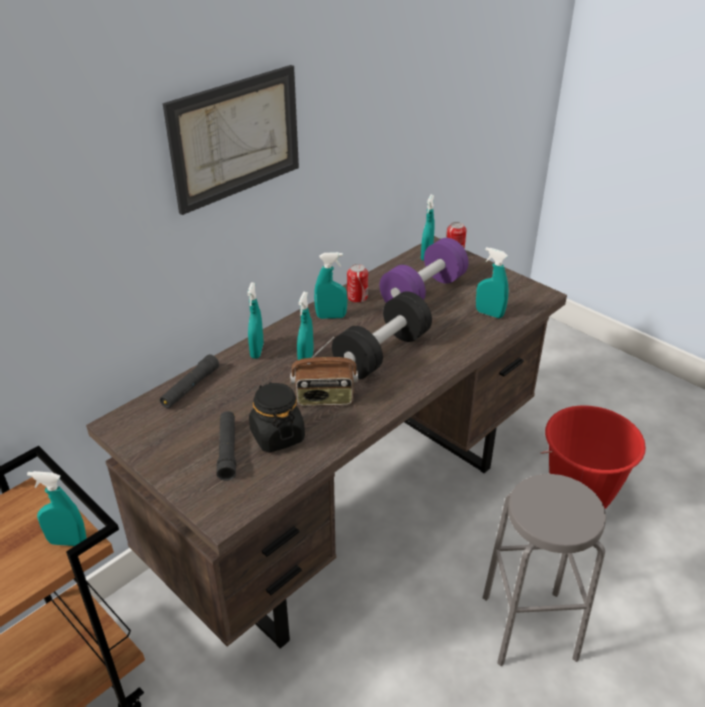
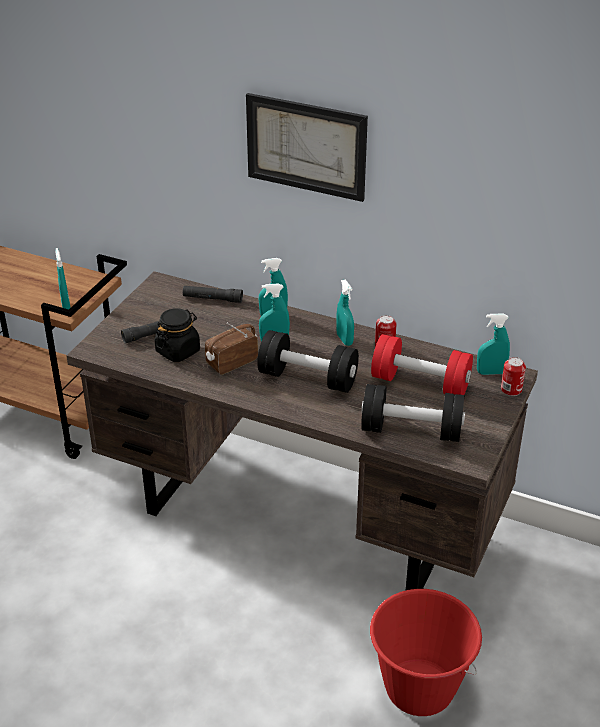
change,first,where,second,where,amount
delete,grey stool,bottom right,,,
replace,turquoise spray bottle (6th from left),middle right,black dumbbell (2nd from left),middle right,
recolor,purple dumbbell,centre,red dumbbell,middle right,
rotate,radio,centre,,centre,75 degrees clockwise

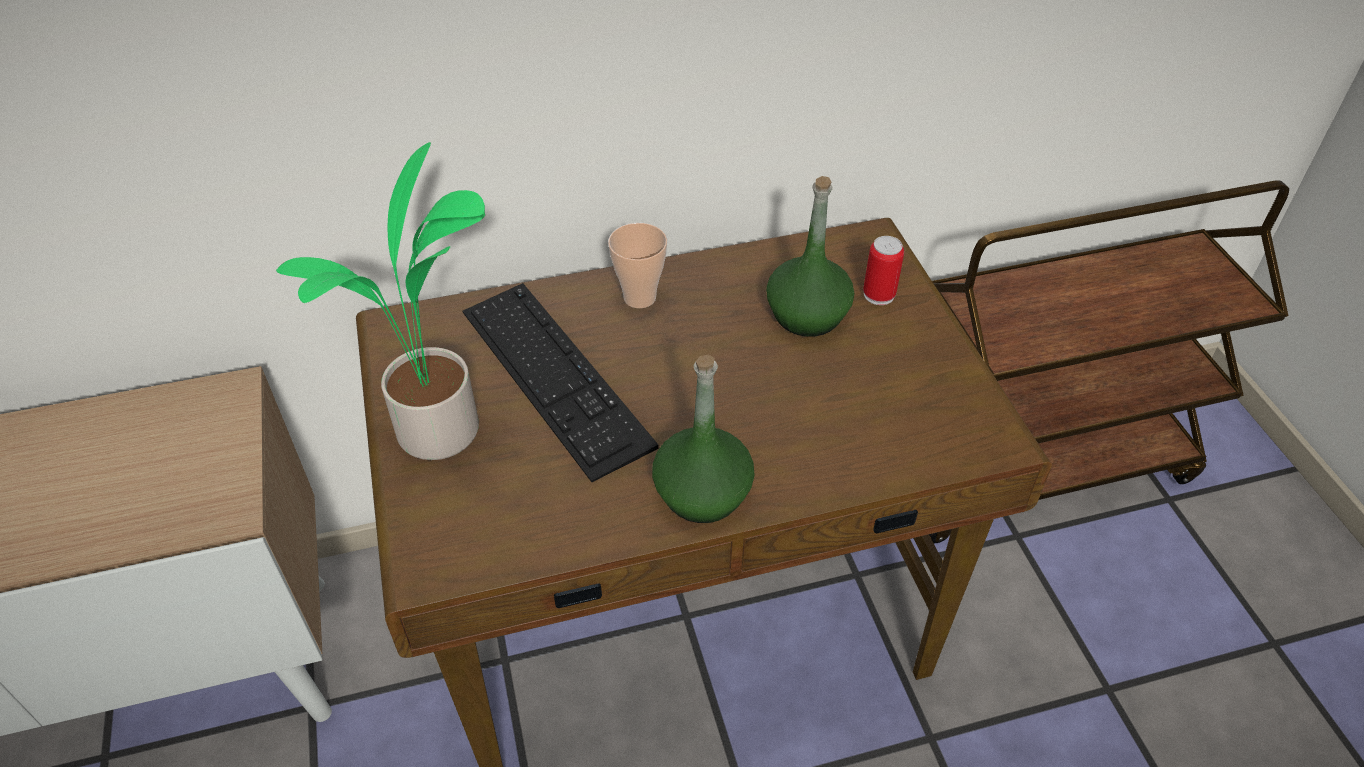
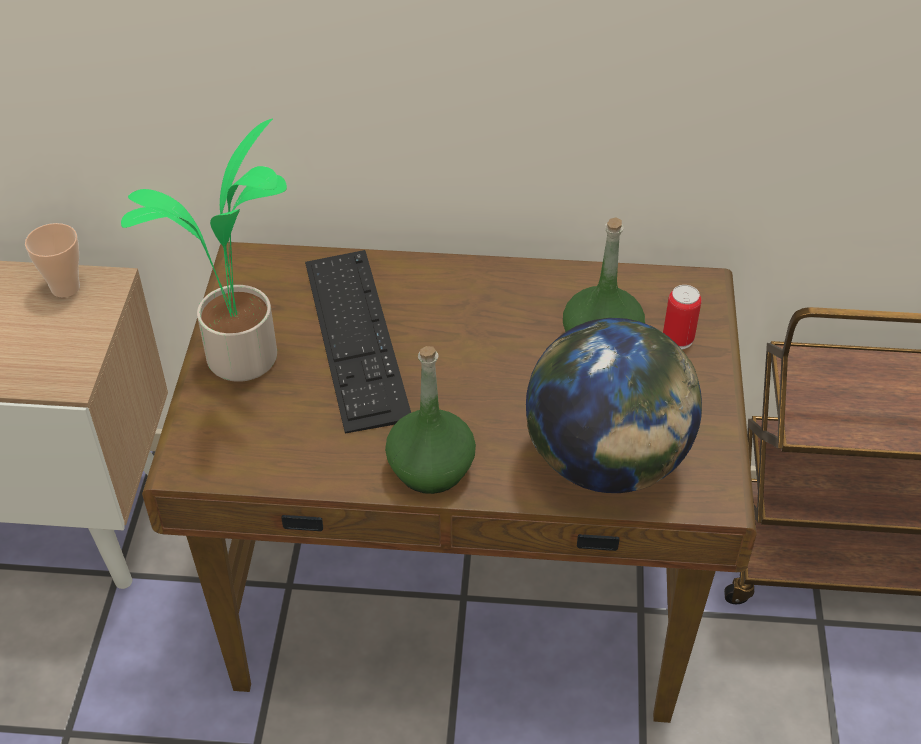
change,first,where,second,where,amount
insert,,,globe,middle right,
move,cup,centre,,middle left,

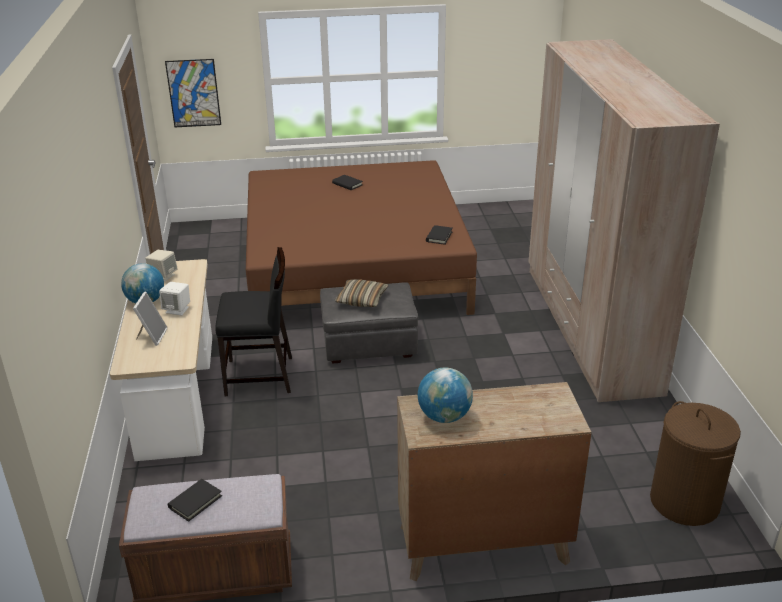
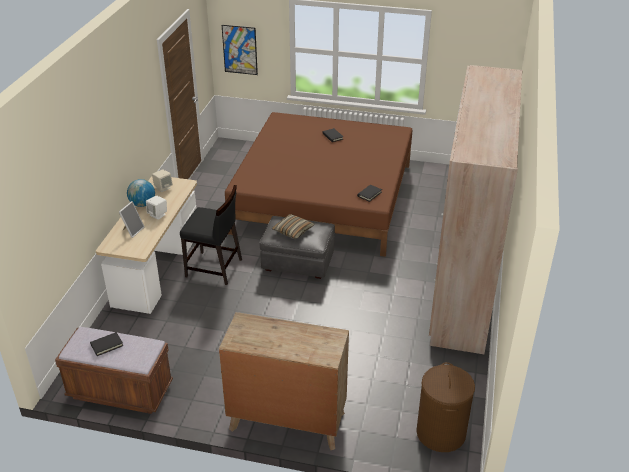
change,first,where,second,where,amount
delete,globe (2nd from left),centre,,,

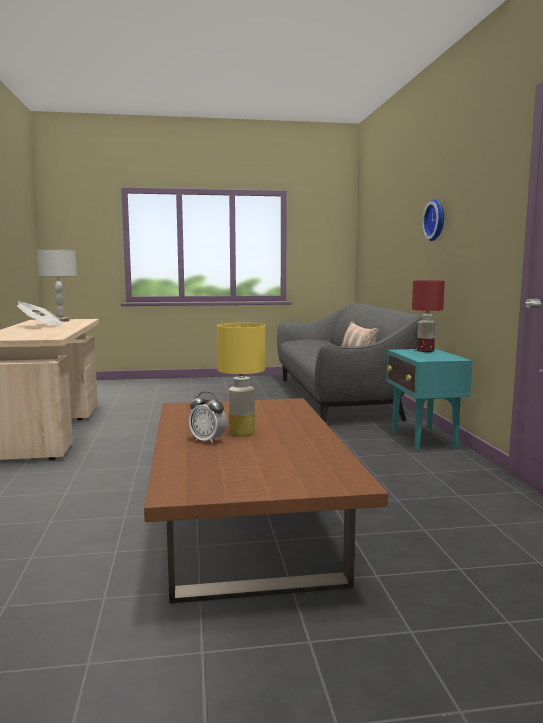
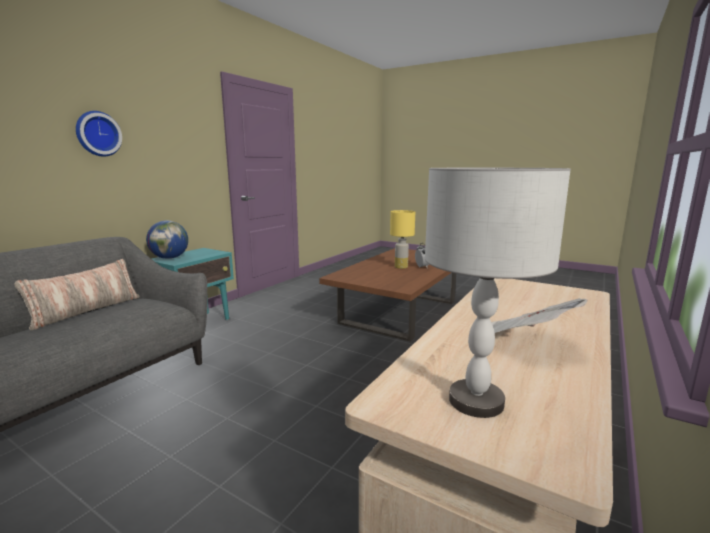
change,first,where,second,where,amount
replace,red table lamp,middle right,globe,middle left,

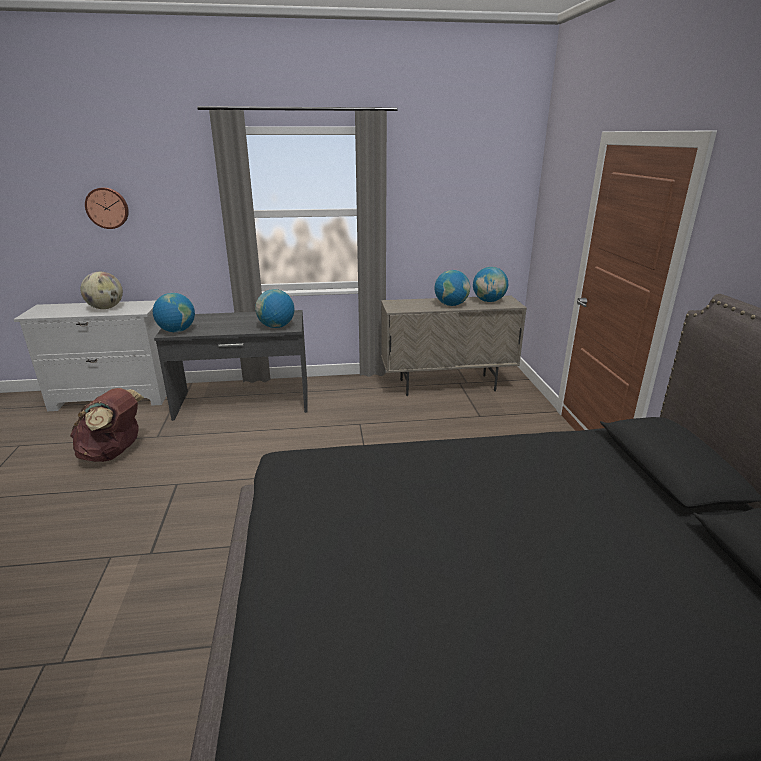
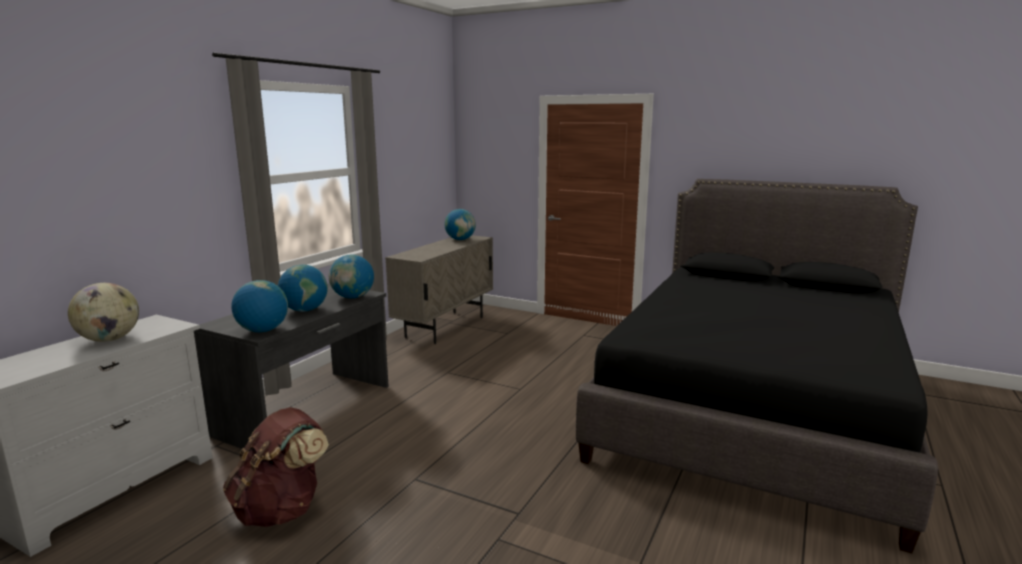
change,first,where,second,where,amount
delete,wall clock,top left,,,
move,globe (4th from left in the first image),centre,globe (3rd from left),middle left,

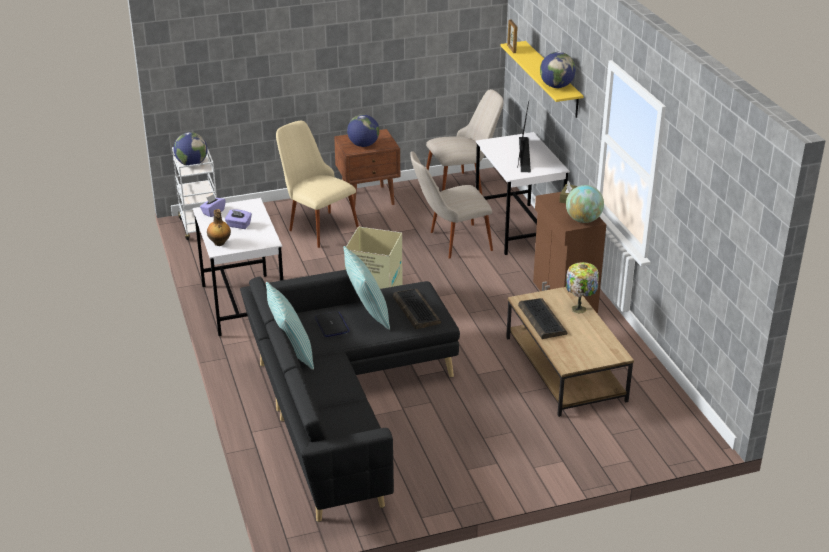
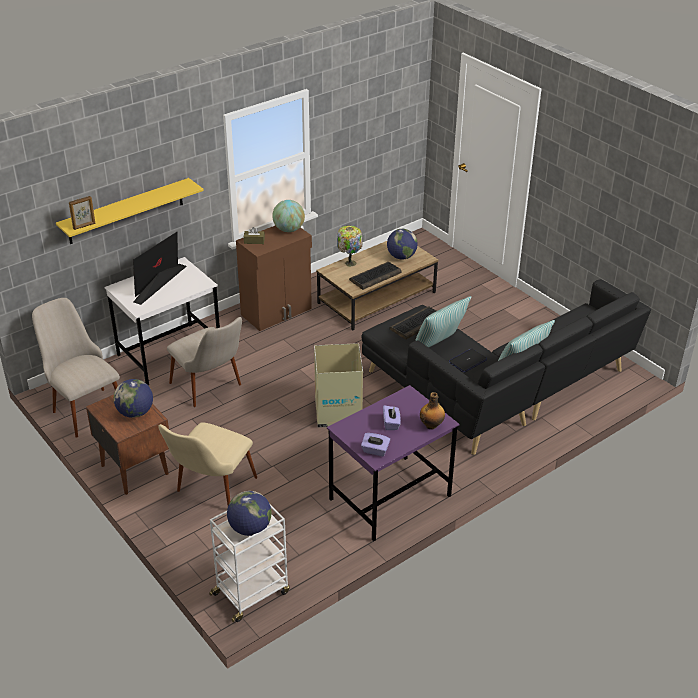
change,first,where,second,where,amount
move,globe (3rd from left in the first image),top right,globe (4th from left),centre,
recolor,white desk (1st from left),middle left,purple desk,centre,
rotate,monitor,top centre,,middle left,135 degrees clockwise

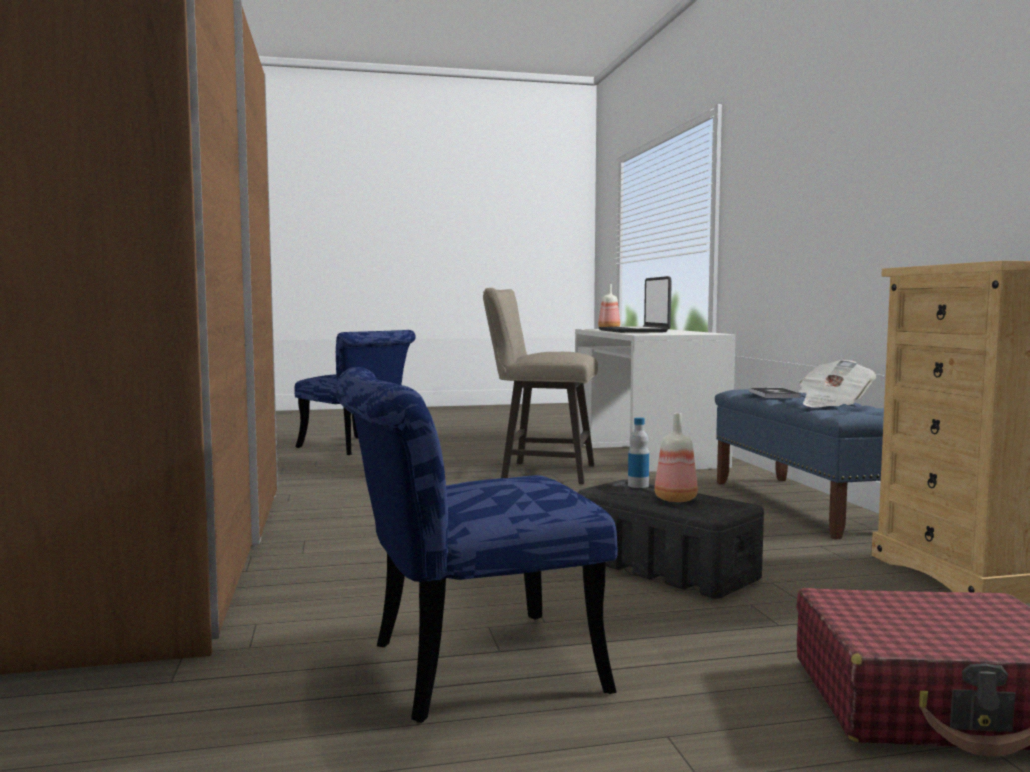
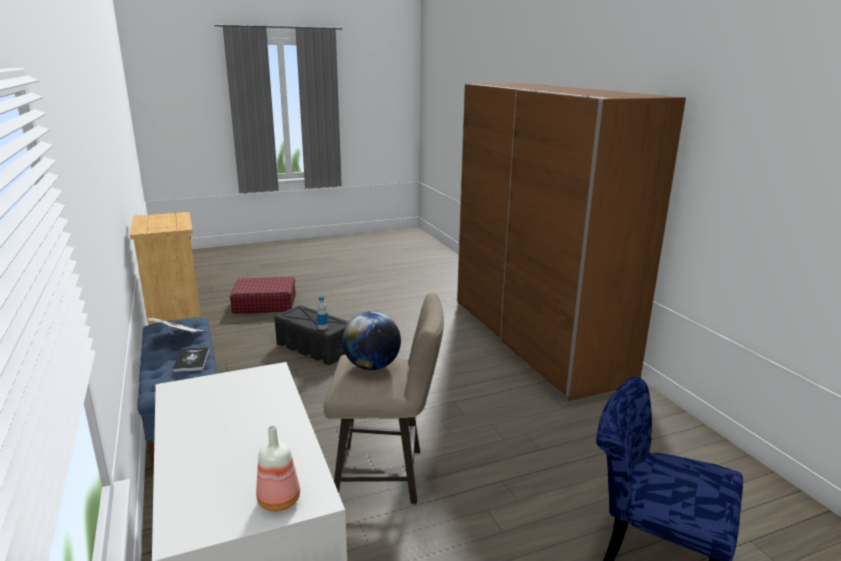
change,first,where,second,where,amount
delete,blue chair (2nd from left),bottom centre,,,
delete,laptop,centre,,,
delete,bottle (3rd from left),centre,,,
insert,,,globe,centre,

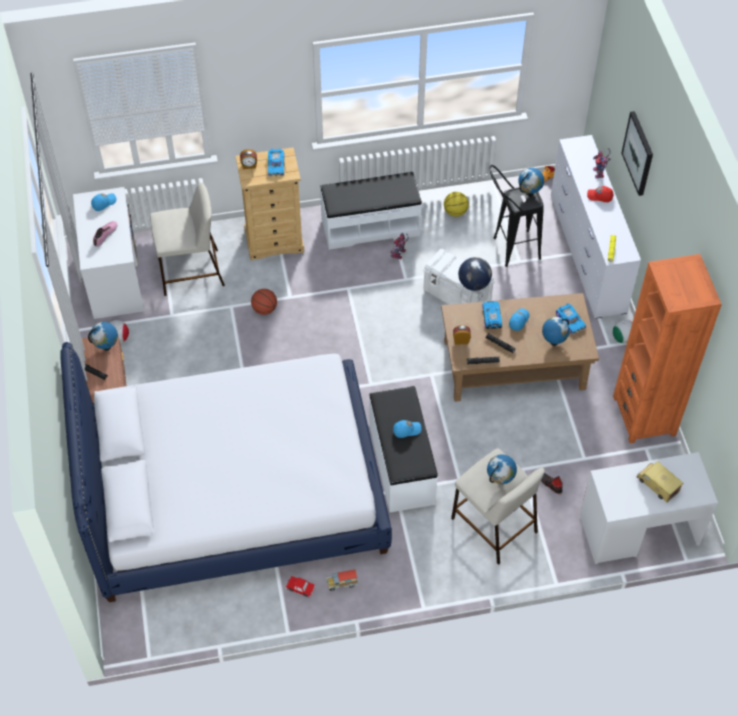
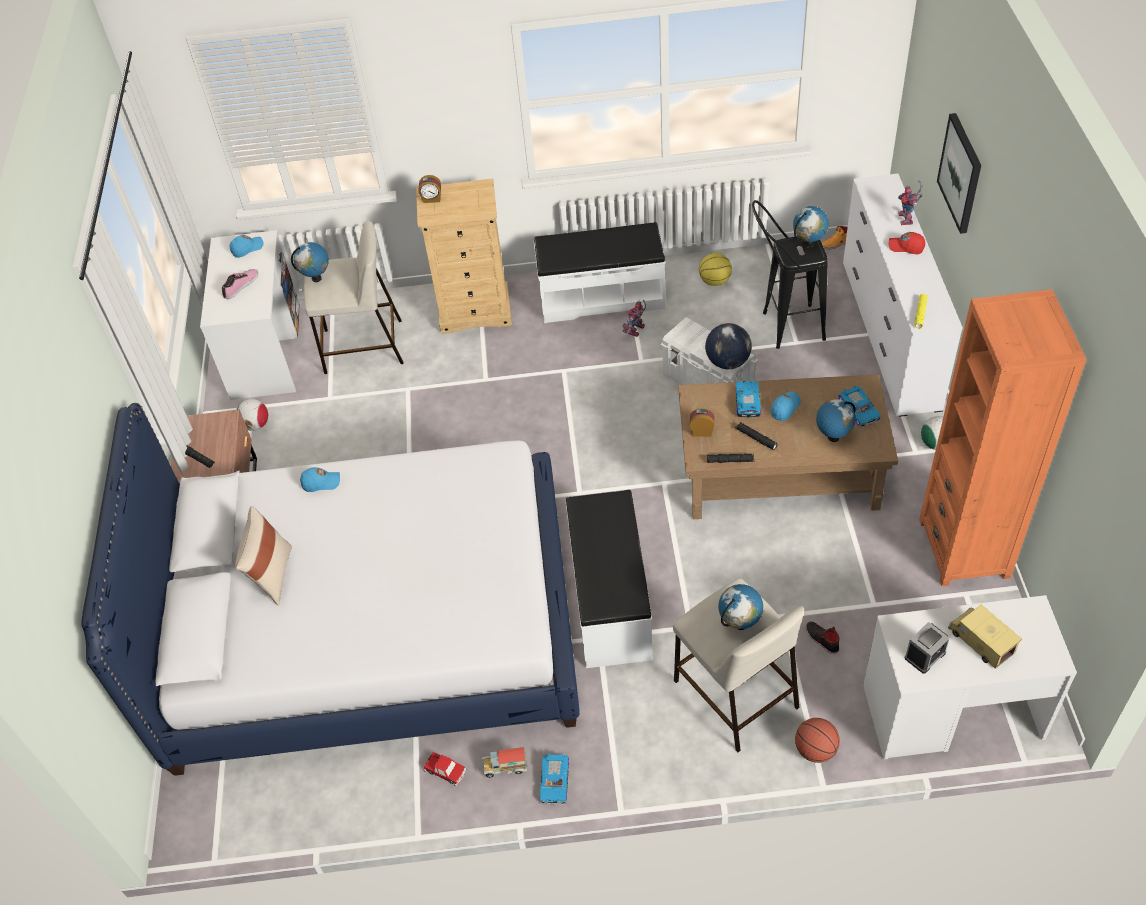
change,first,where,second,where,amount
insert,,,beige pillow,middle left,
insert,,,alarm clock (3rd from left),bottom right,
move,globe (1st from left),middle left,,top left,
move,basketball (1st from left in the first image),centre,basketball (2nd from left),bottom right,
move,toy car (1st from left in the first image),top centre,toy car (2nd from left),bottom centre,
move,blue cap (2nd from left),centre,,middle left,

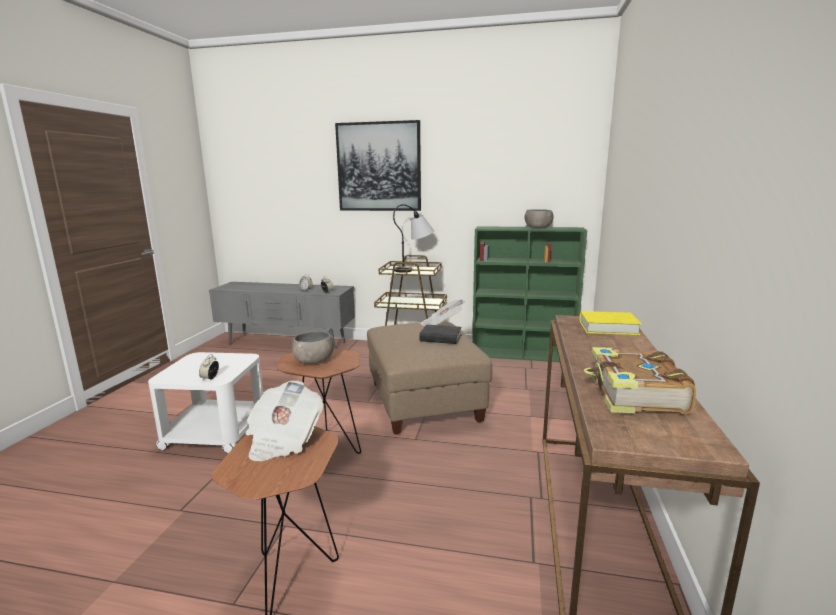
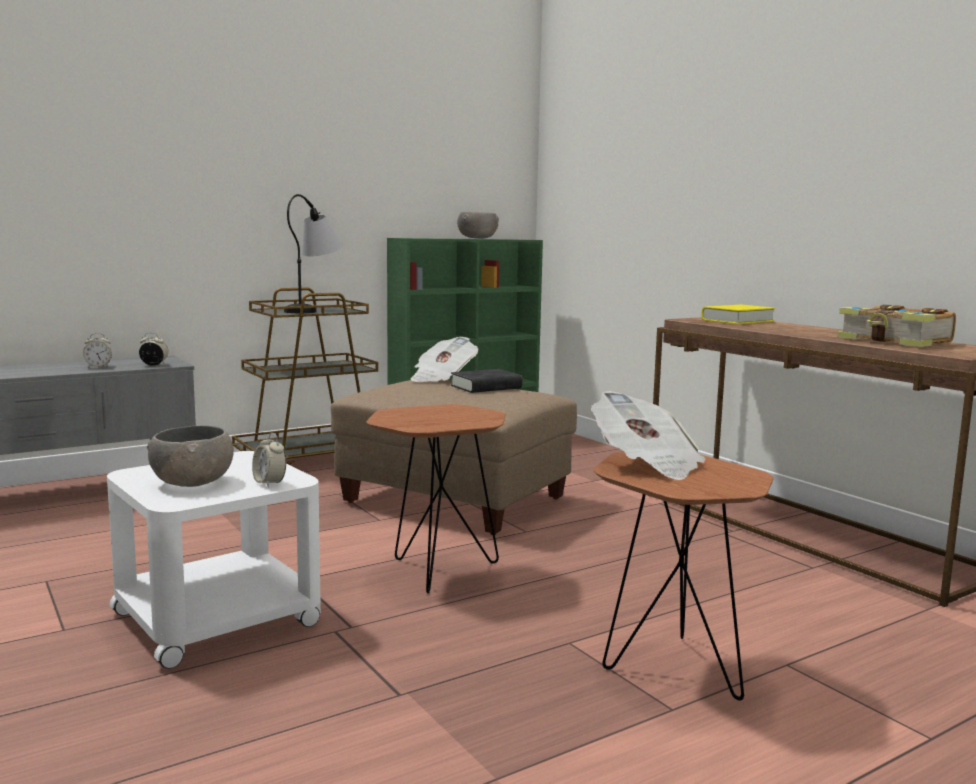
change,first,where,second,where,amount
delete,picture,top centre,,,
move,grey bowl (1st from left),centre,,middle left,

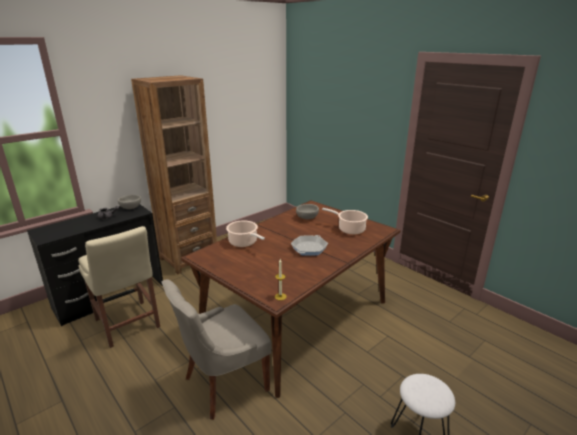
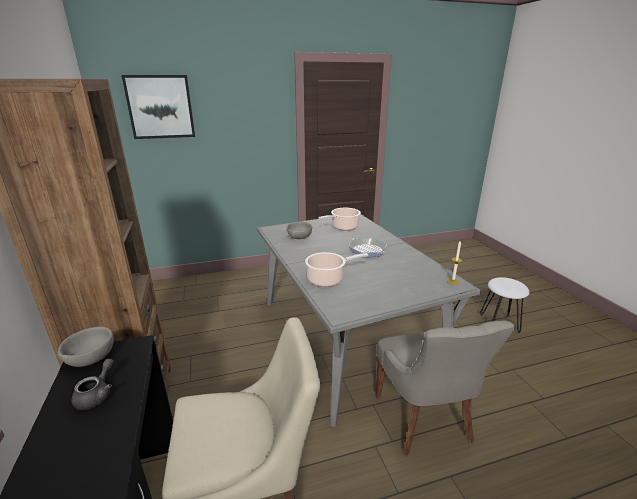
change,first,where,second,where,amount
insert,,,picture,top left,
recolor,brown dining table,bottom centre,grey dining table,centre,

